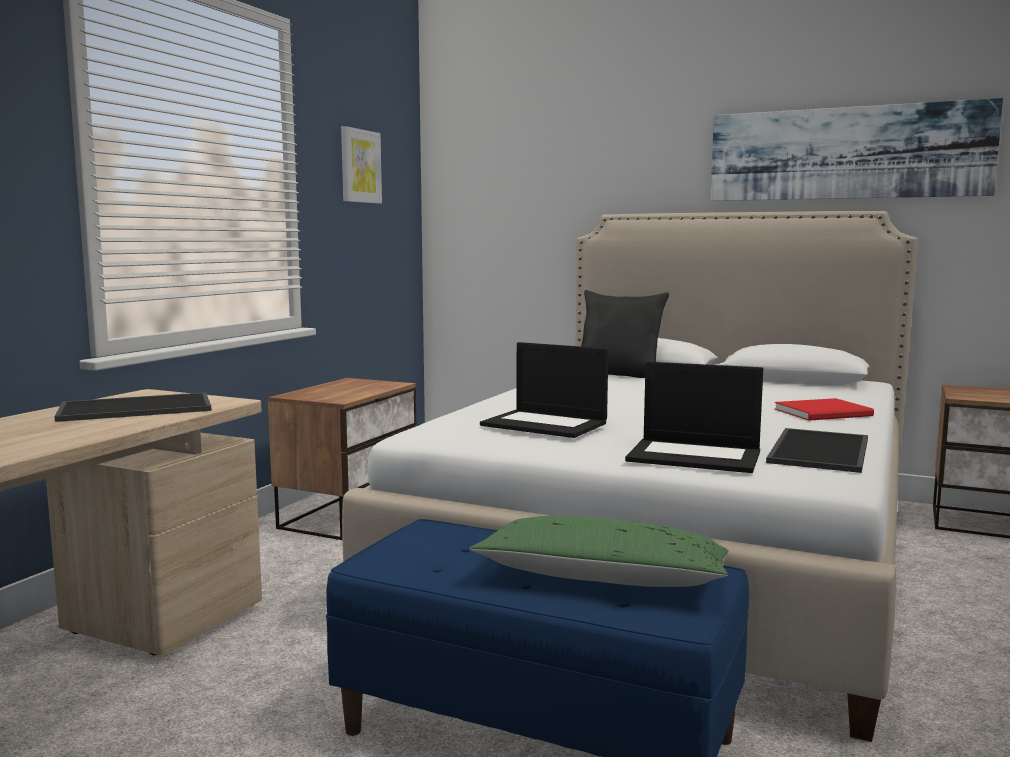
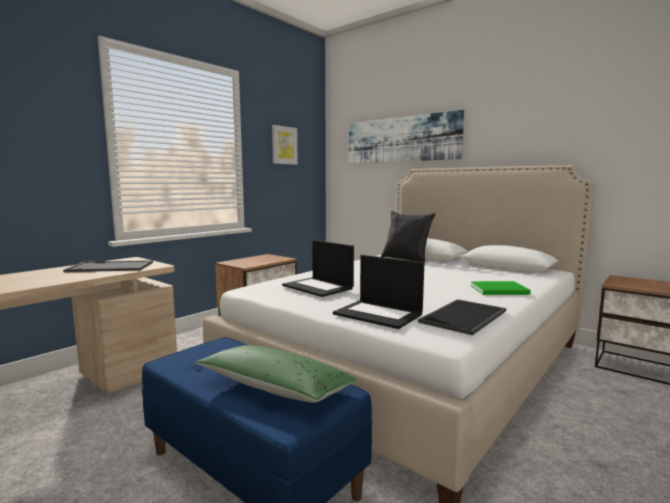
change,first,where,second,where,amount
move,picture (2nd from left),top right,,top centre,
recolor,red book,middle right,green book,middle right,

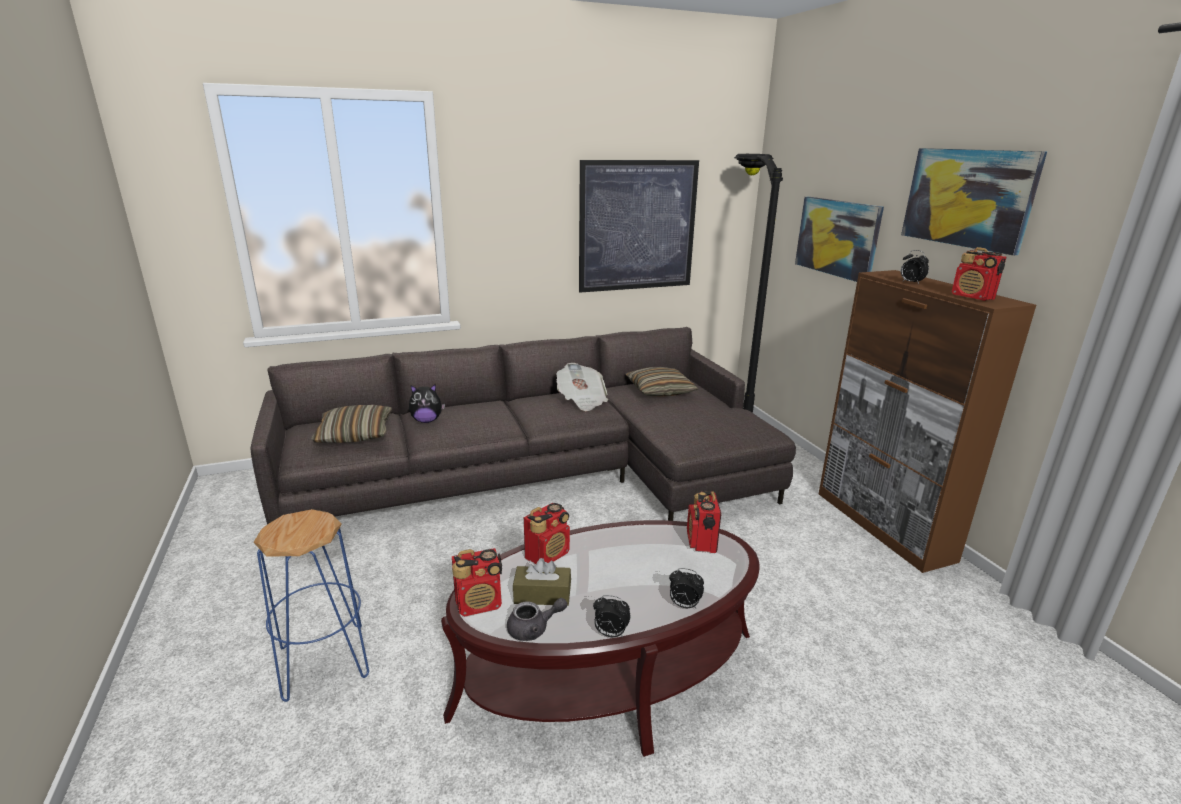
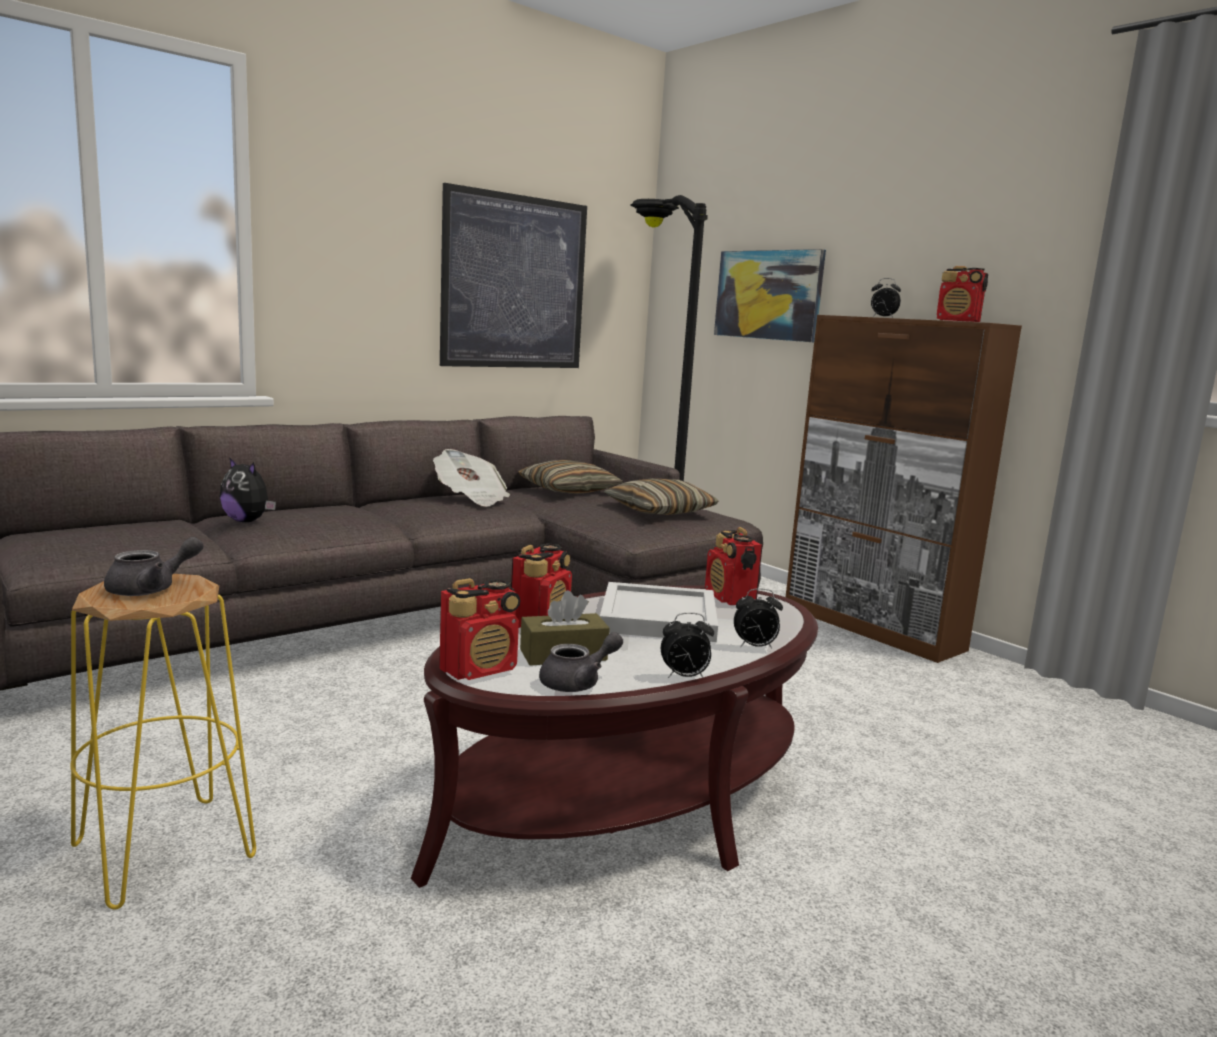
change,first,where,second,where,amount
delete,picture (3rd from left),top right,,,
insert,,,grey teapot (1st from left),middle left,
insert,,,white tray,centre,
move,pillow (1st from left in the first image),middle left,pillow (2nd from left),centre,
recolor,blue stool,bottom left,yellow stool,bottom left,
rotate,plush toy,centre,,middle left,60 degrees clockwise

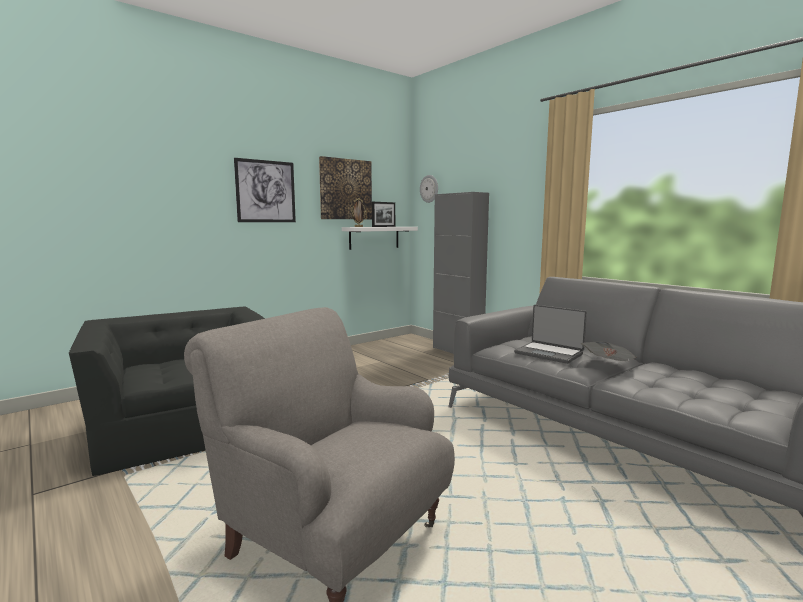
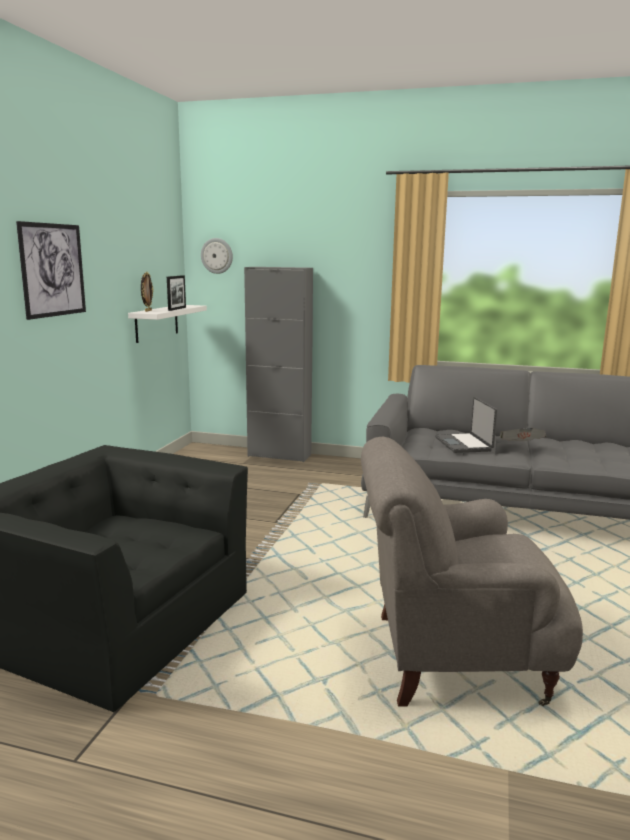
change,first,where,second,where,amount
delete,picture (2nd from left),top centre,,,
rotate,laptop,middle right,,middle right,75 degrees clockwise

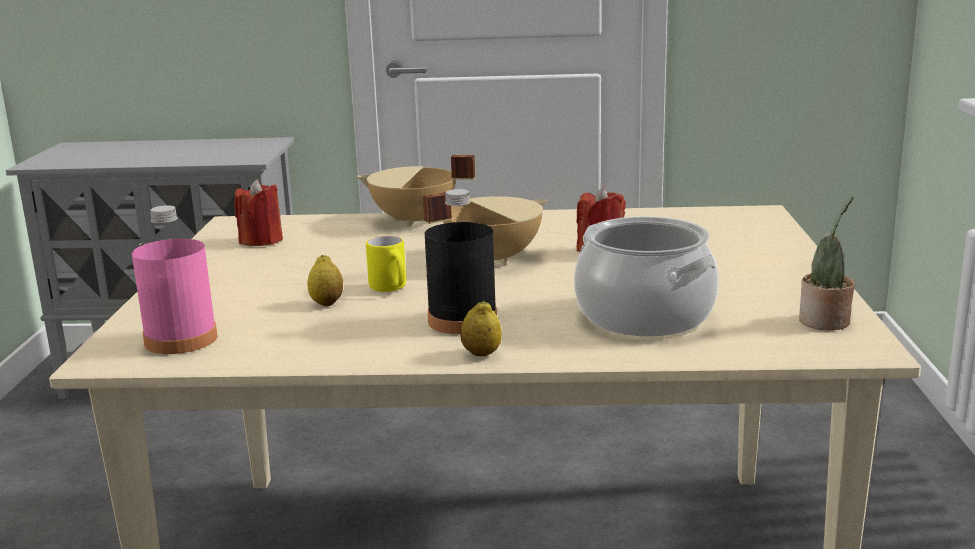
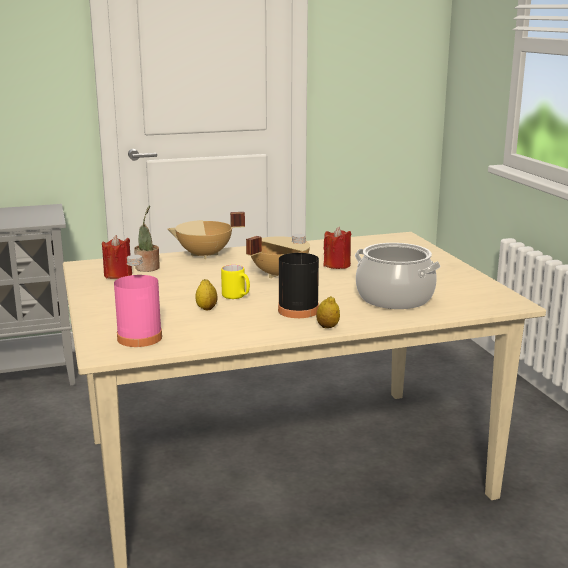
change,first,where,second,where,amount
move,potted plant,middle right,,middle left,

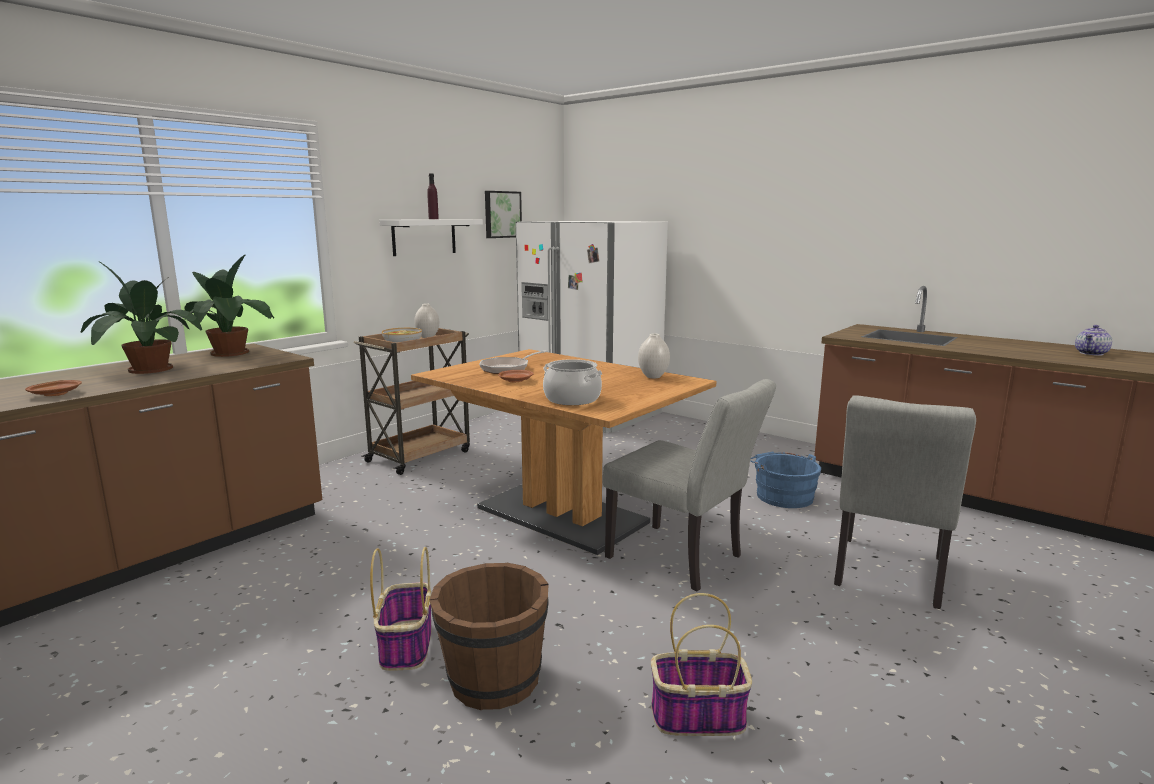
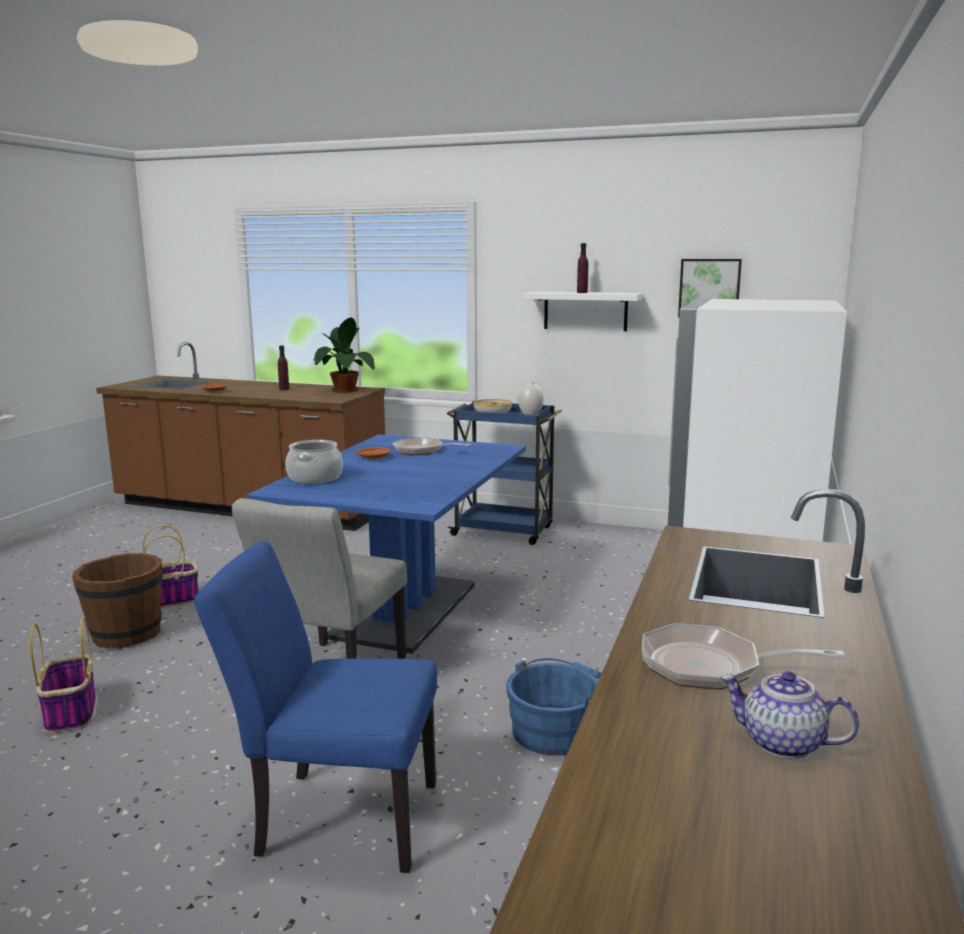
change,first,where,second,where,amount
delete,white vase (2nd from left),centre,,,
insert,,,frying pan (2nd from left),bottom right,
replace,potted plant (1st from left),middle left,purple bottle (1st from left),middle left,
recolor,brown cart,centre,blue cart,centre,
recolor,brown dining table,centre,blue dining table,centre,
recolor,grey chair (2nd from left),middle right,blue chair,bottom left,

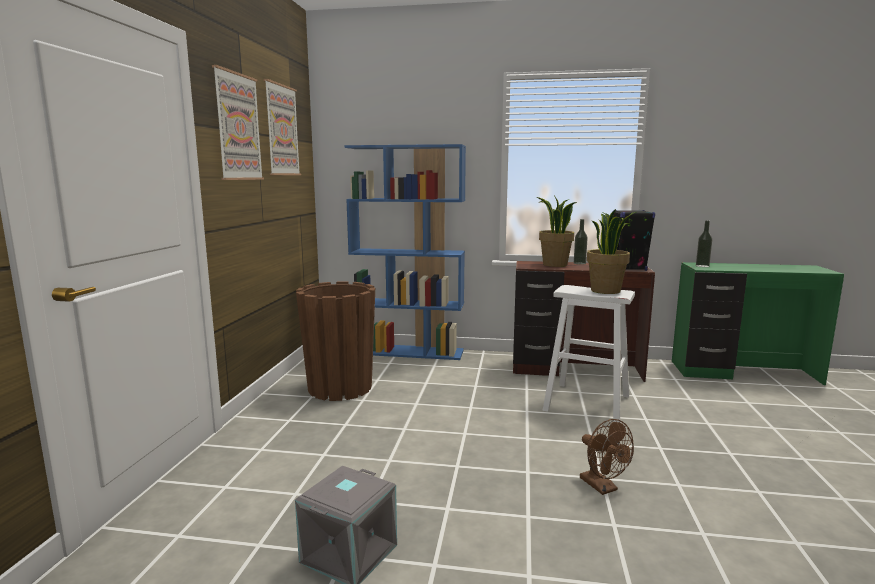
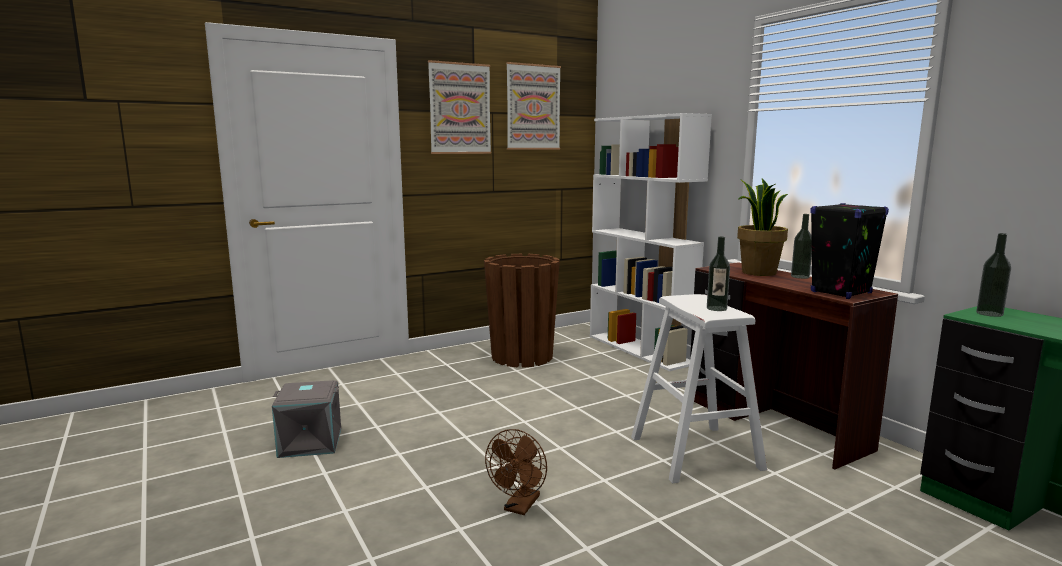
change,first,where,second,where,amount
replace,potted plant (2nd from left),middle right,bottle (1st from left),middle right,
recolor,blue bookcase,centre,white bookcase,centre,

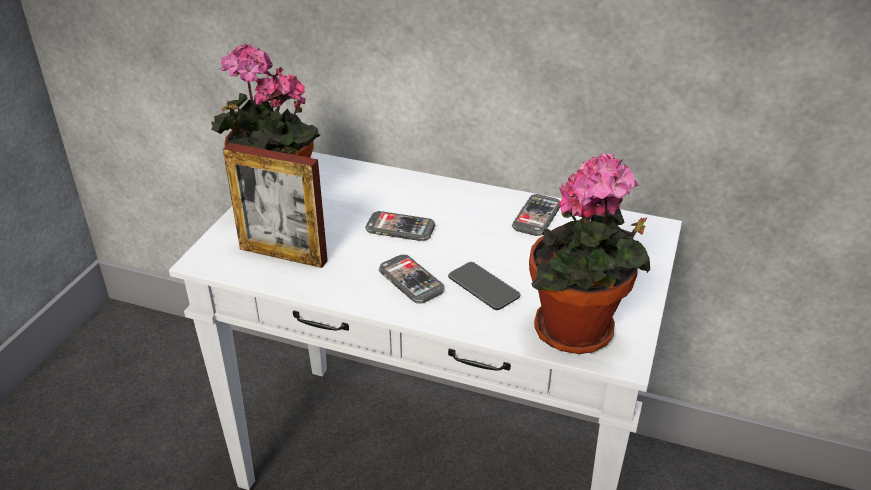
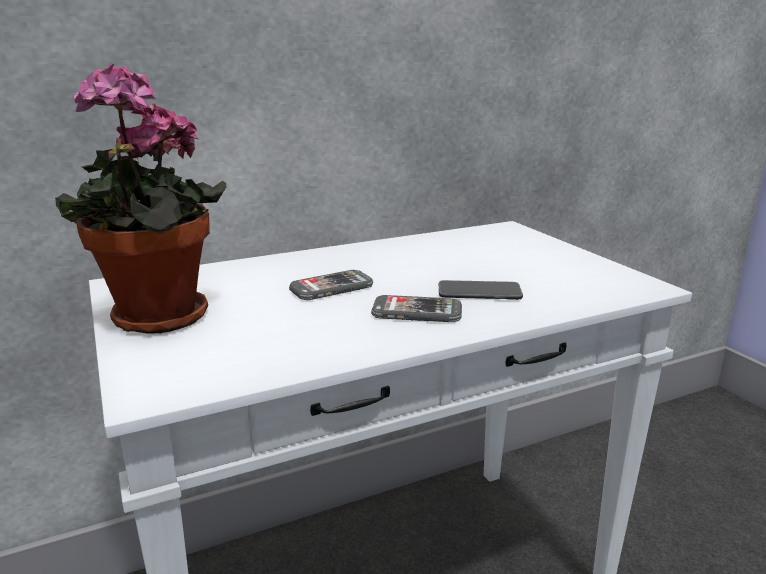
change,first,where,second,where,amount
delete,picture frame,middle left,,,
delete,phone (4th from left),centre,,,
delete,potted plant (2nd from left),middle right,,,

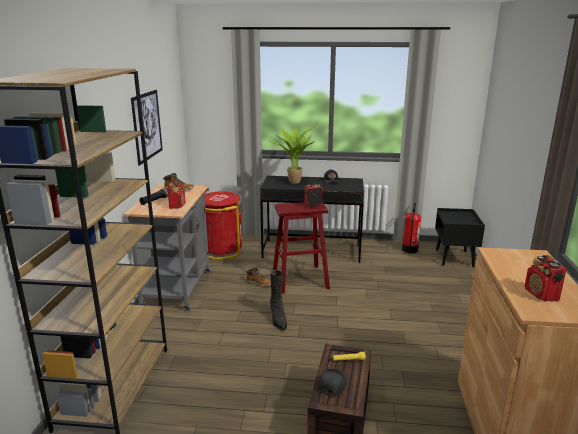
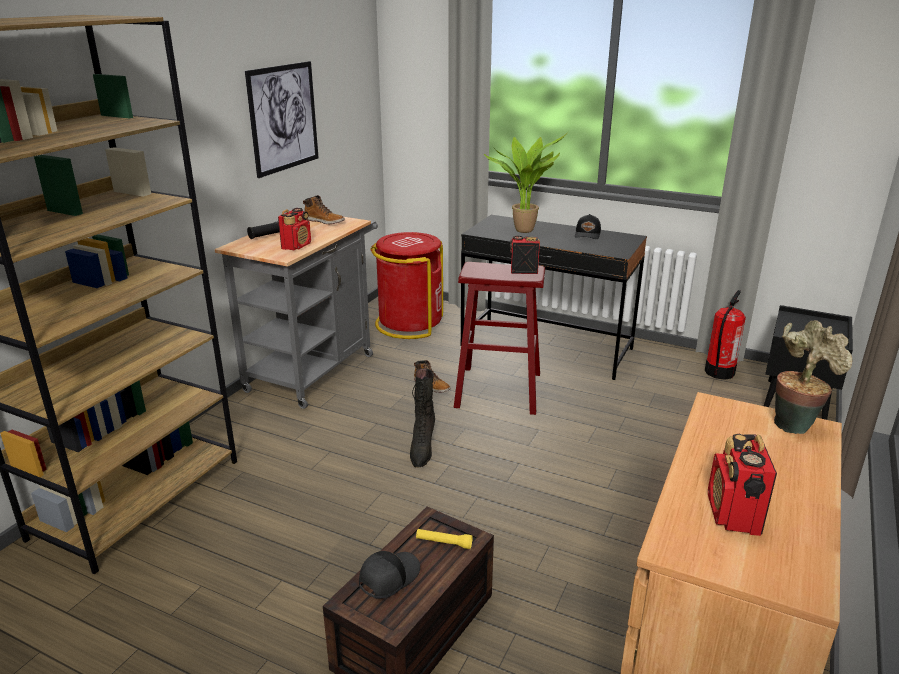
change,first,where,second,where,amount
insert,,,potted plant (2nd from left),middle right,

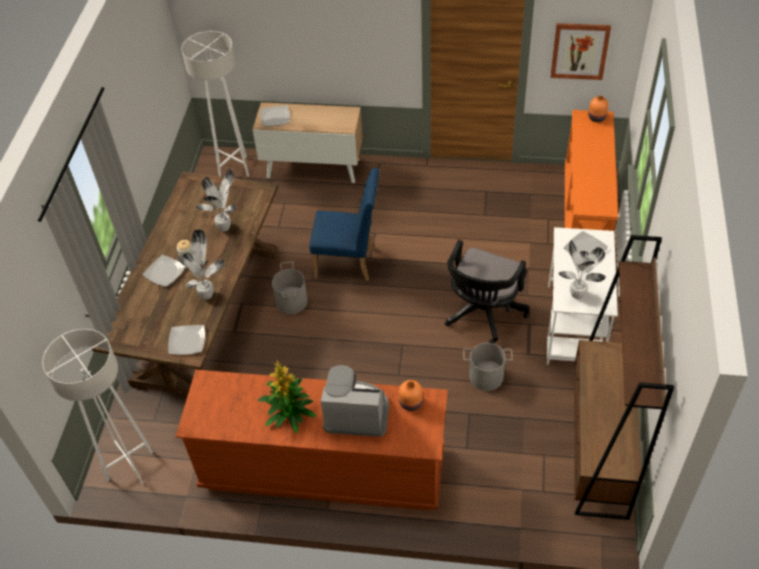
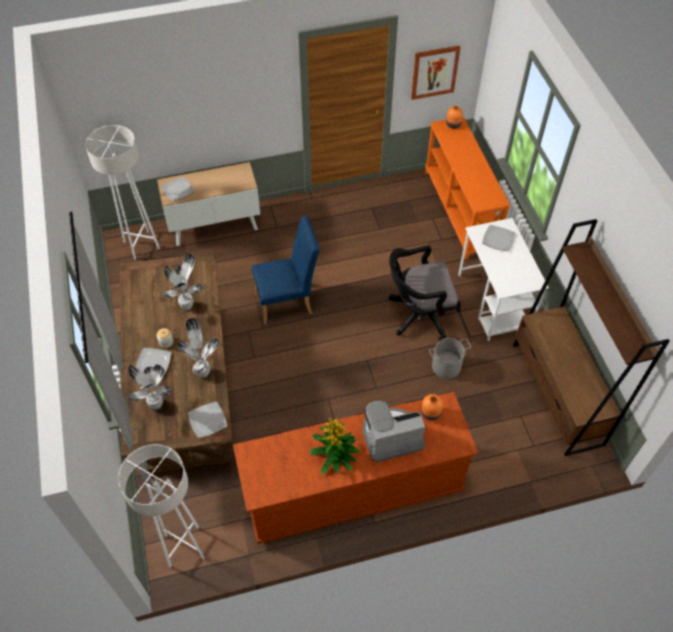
change,first,where,second,where,amount
delete,grey bucket (1st from left),centre,,,
move,potted plant (4th from left in the first image),middle right,potted plant (1st from left),middle left,
rotate,black office chair,centre,,centre,75 degrees clockwise

